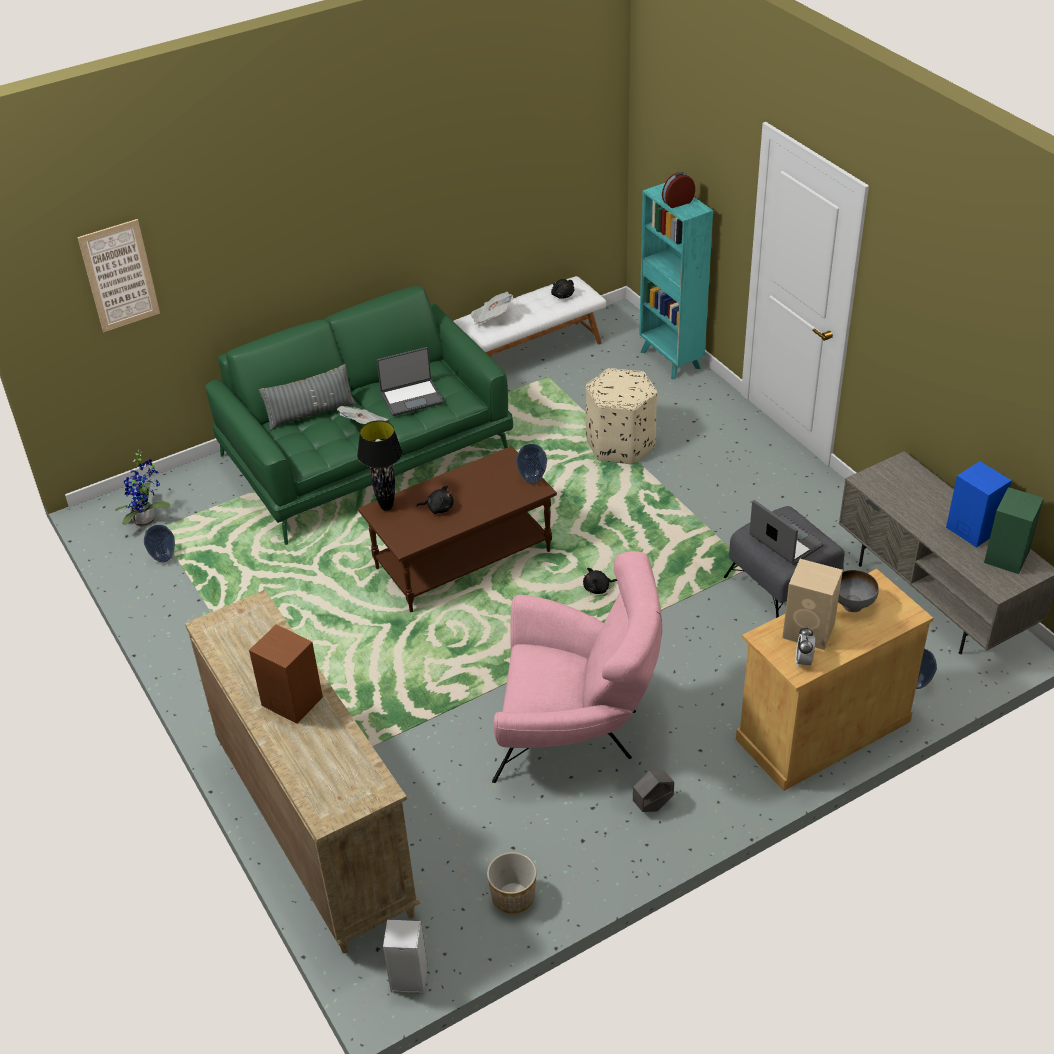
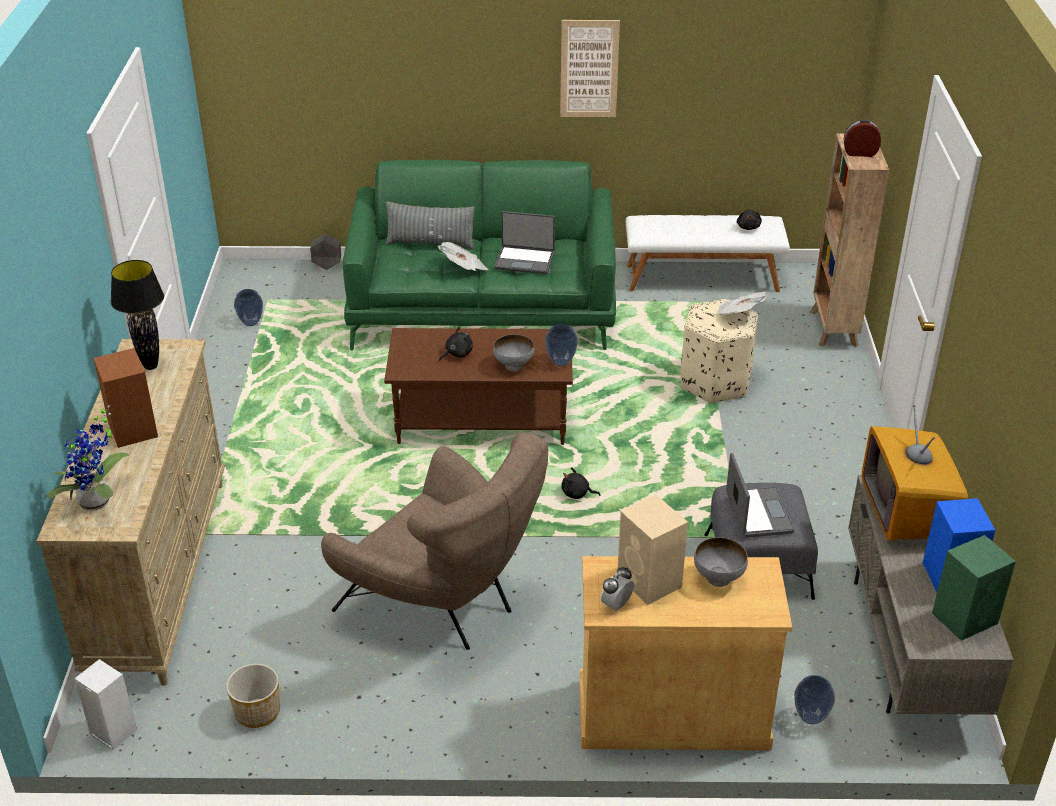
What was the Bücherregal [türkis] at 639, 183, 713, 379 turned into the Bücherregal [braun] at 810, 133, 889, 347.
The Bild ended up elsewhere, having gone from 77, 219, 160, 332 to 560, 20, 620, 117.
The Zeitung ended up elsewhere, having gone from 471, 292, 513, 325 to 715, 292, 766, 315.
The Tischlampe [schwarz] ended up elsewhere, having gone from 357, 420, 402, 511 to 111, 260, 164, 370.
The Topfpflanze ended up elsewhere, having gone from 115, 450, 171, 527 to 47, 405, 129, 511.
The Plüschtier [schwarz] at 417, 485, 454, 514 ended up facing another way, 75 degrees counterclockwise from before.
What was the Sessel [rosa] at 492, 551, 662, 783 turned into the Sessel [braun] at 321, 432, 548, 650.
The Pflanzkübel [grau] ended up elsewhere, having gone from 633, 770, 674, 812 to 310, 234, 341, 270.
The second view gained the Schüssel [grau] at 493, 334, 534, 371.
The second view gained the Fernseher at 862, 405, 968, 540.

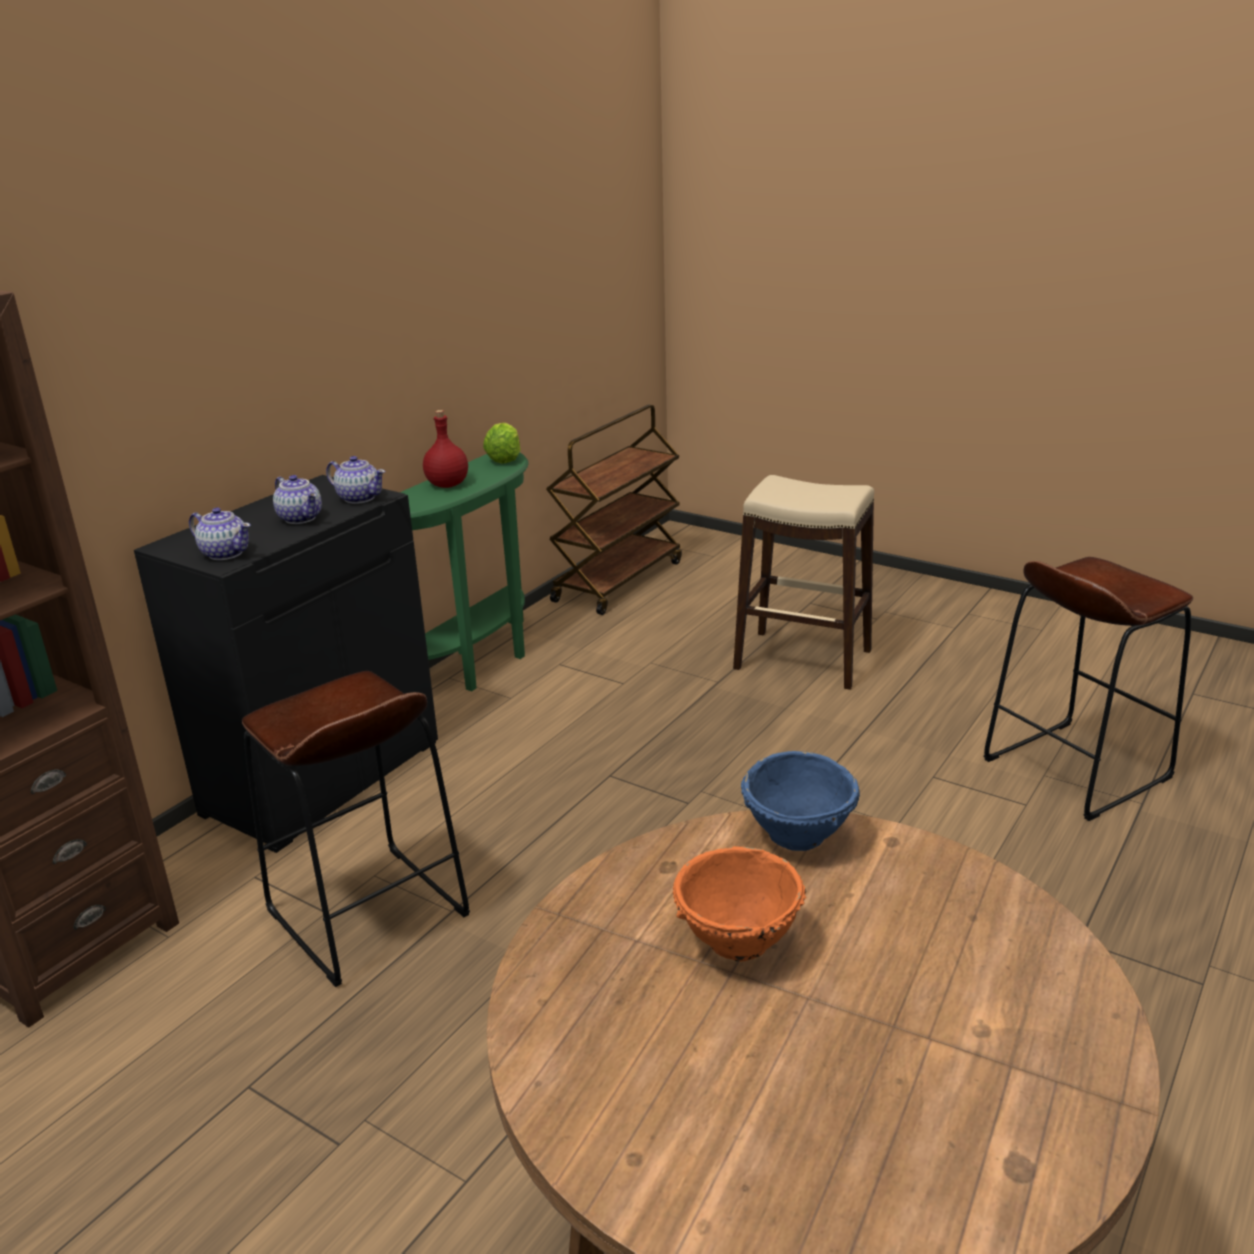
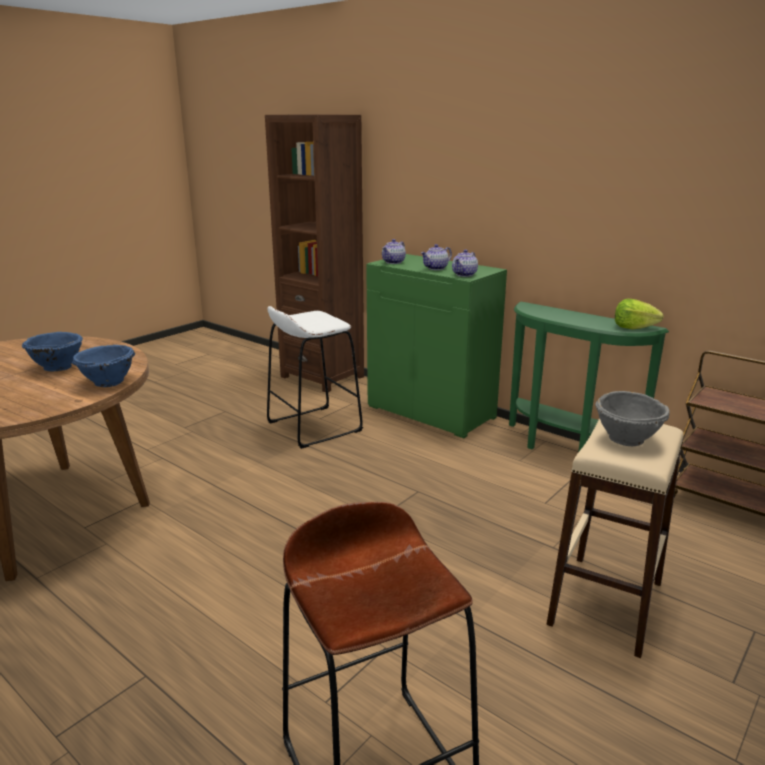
The second view lost the Flasche [rot] at 423, 410, 468, 488.
What was the Schrank [schwarz] at 134, 475, 438, 853 turned into the Schrank [grün] at 366, 254, 507, 438.
What was the Hocker [braun] at 242, 671, 470, 987 turned into the Hocker [weiß] at 267, 306, 363, 449.
What was the Schüssel [orange] at 673, 846, 806, 962 turned into the Schüssel [blau] at 22, 332, 83, 372.
The second view gained the Schüssel [grau] at 595, 391, 670, 446.

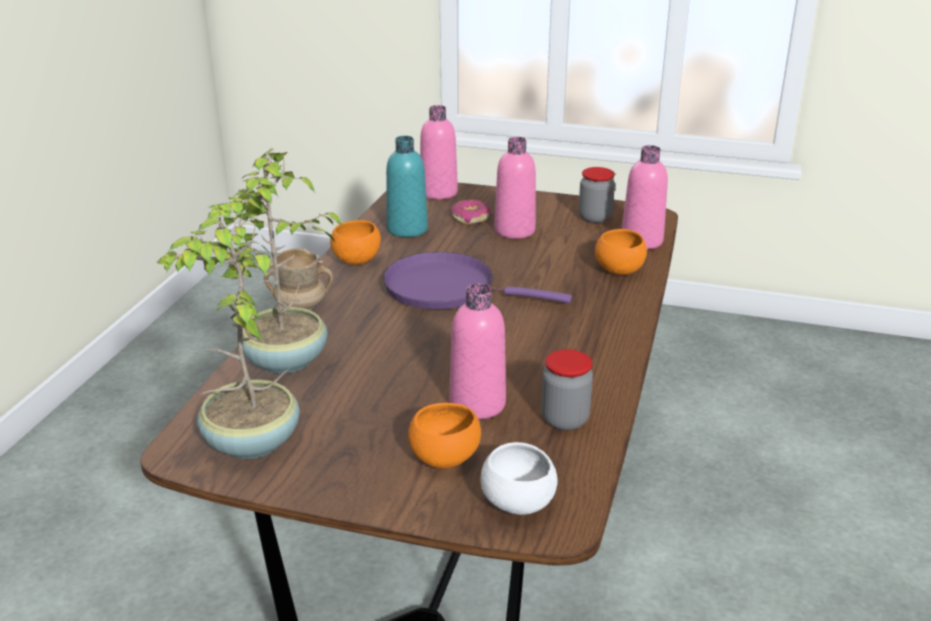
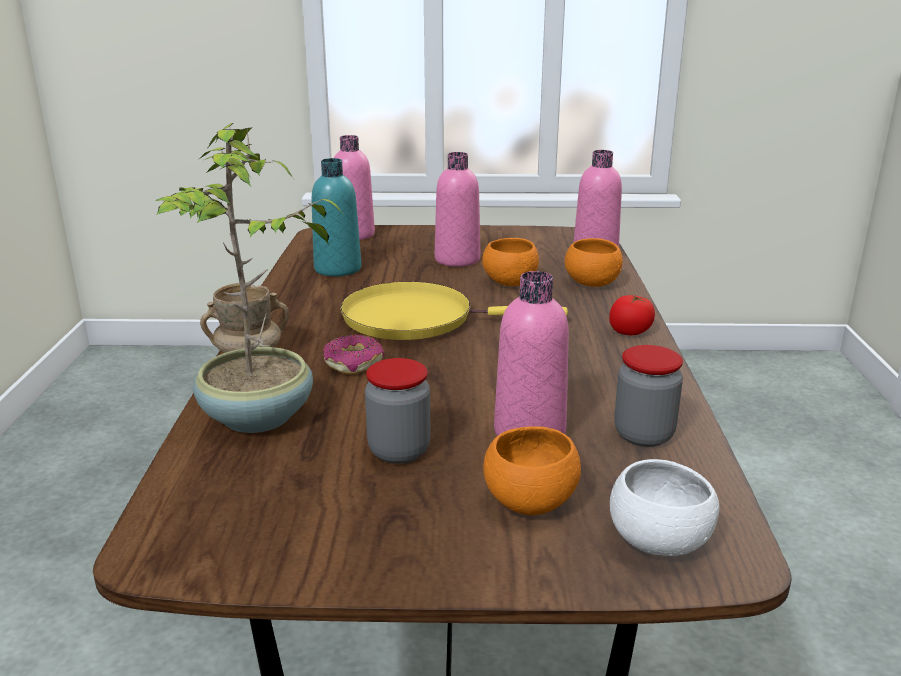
The Vorratsglas ended up elsewhere, having gone from 579, 167, 615, 223 to 365, 358, 431, 464.
The Donut ended up elsewhere, having gone from 452, 199, 491, 225 to 324, 335, 384, 374.
The second view lost the Topfpflanze at 156, 211, 300, 459.
The Schüssel [orange] ended up elsewhere, having gone from 330, 220, 381, 265 to 482, 238, 539, 286.
What was the Pfanne [lila] at 383, 252, 572, 309 turned into the Pfanne [gelb] at 340, 282, 568, 340.
The second view gained the Tomate at 609, 295, 655, 335.

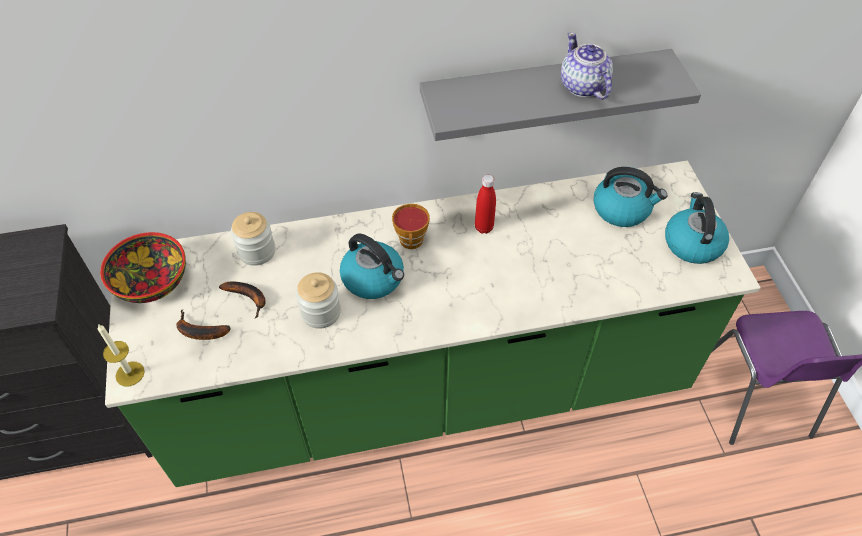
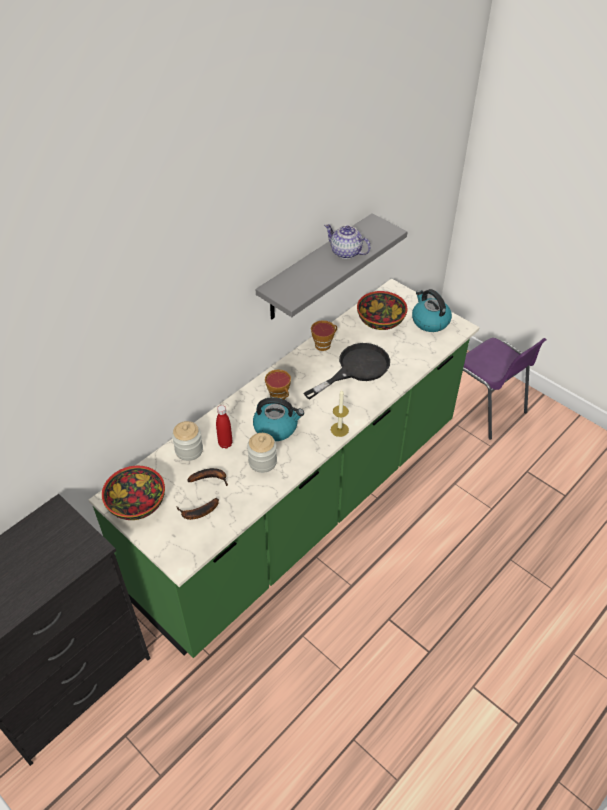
Where the Wasserkessel stood at 594, 167, 667, 227, the Schüssel came to stand at 357, 291, 407, 330.
The Flasche [rot] ended up elsewhere, having gone from 475, 174, 496, 234 to 216, 405, 233, 449.
The Kerze ended up elsewhere, having gone from 98, 324, 145, 386 to 331, 390, 349, 437.
The second view gained the Tasse at 311, 320, 337, 351.
The second view gained the Pfanne [schwarz] at 303, 343, 390, 400.

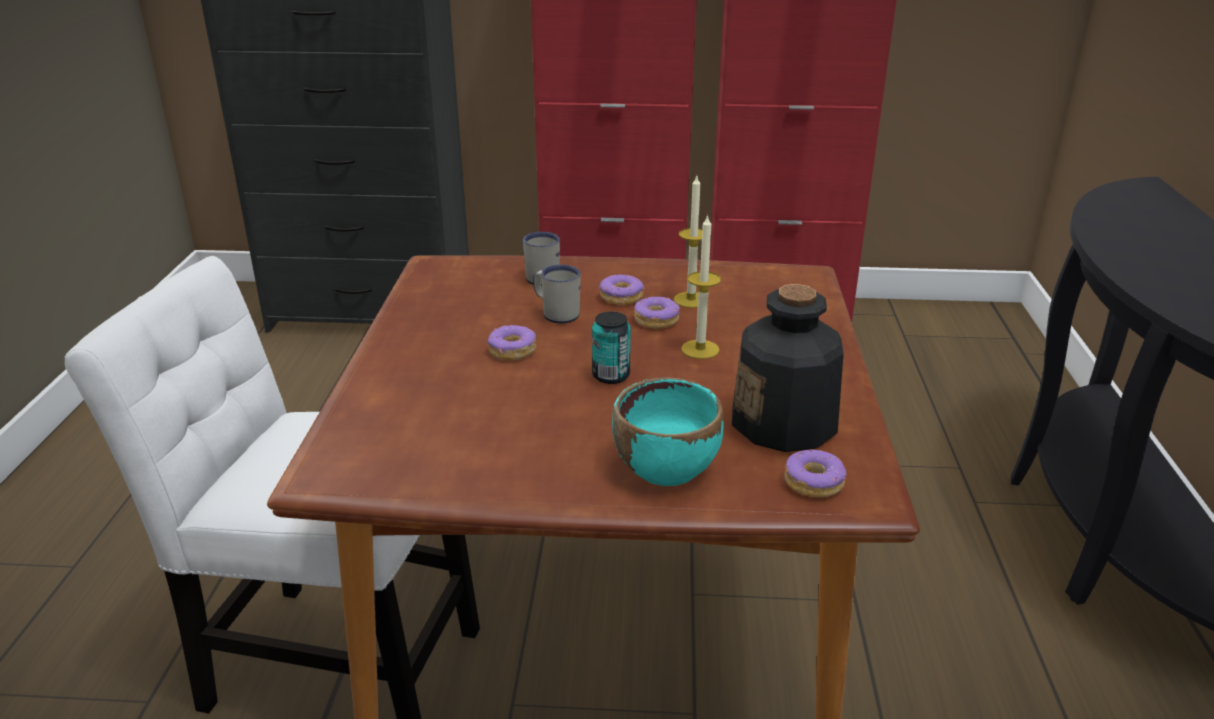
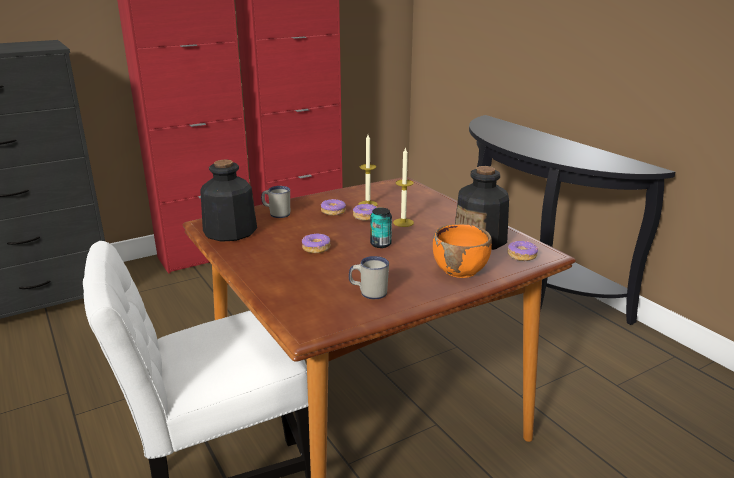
The Henkelbecher [weiß] ended up elsewhere, having gone from 533, 265, 581, 324 to 349, 256, 389, 299.
What was the Schüssel [türkis] at 612, 378, 724, 486 turned into the Schüssel [orange] at 433, 224, 492, 278.
The second view gained the Flasche at 200, 160, 257, 242.

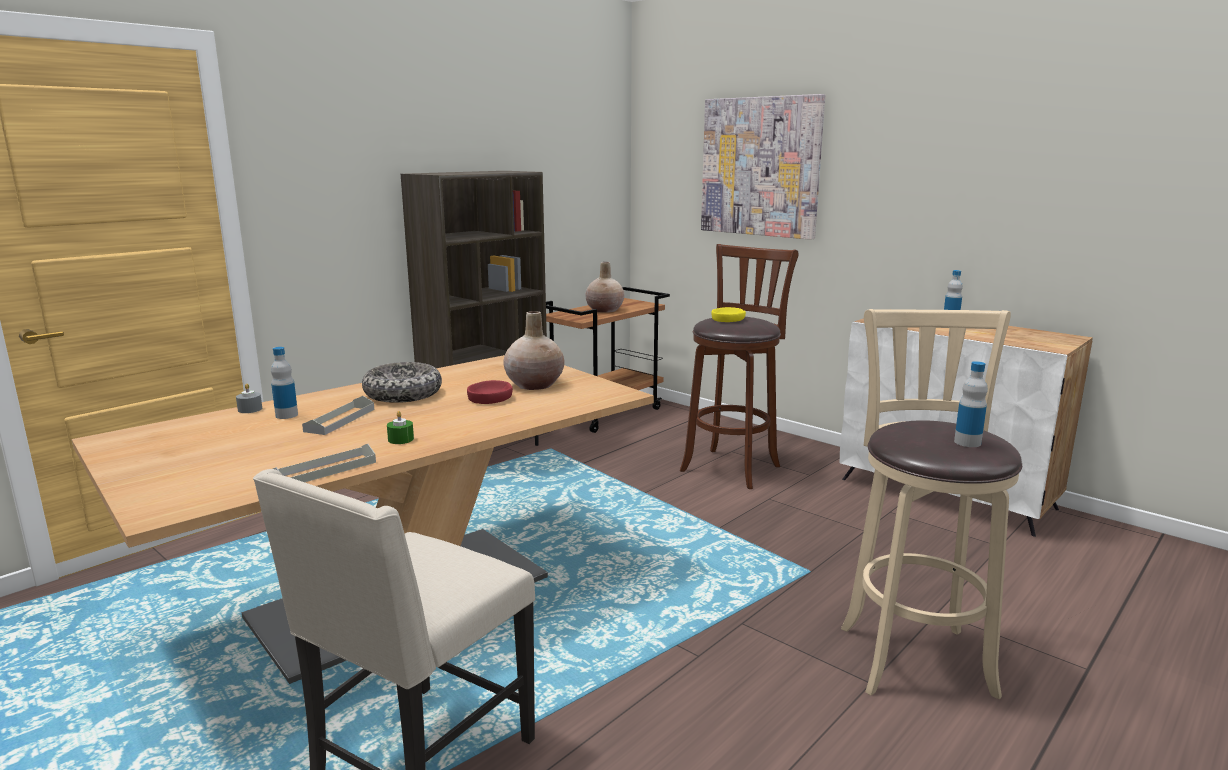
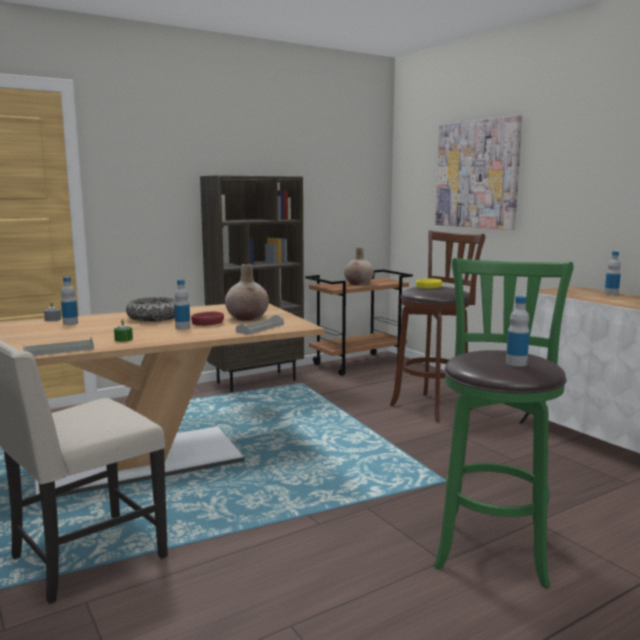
What was the Hocker [beige] at 841, 309, 1022, 699 turned into the Hocker [grün] at 434, 258, 574, 589.
The Tablett [grau] ended up elsewhere, having gone from 302, 396, 374, 435 to 236, 315, 284, 335.
The second view gained the Flasche at 174, 279, 190, 330.

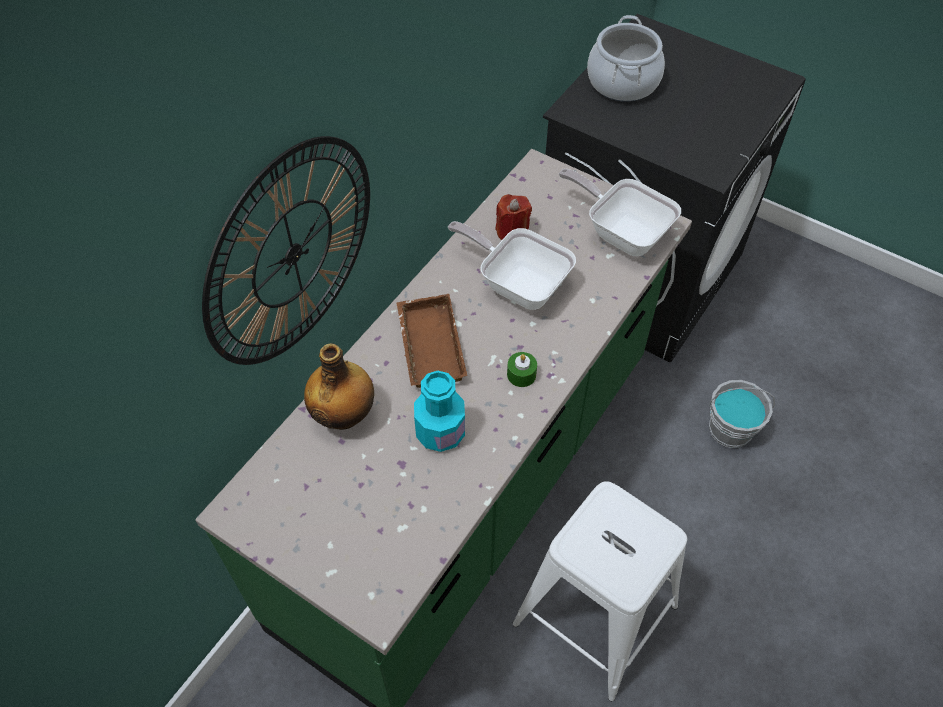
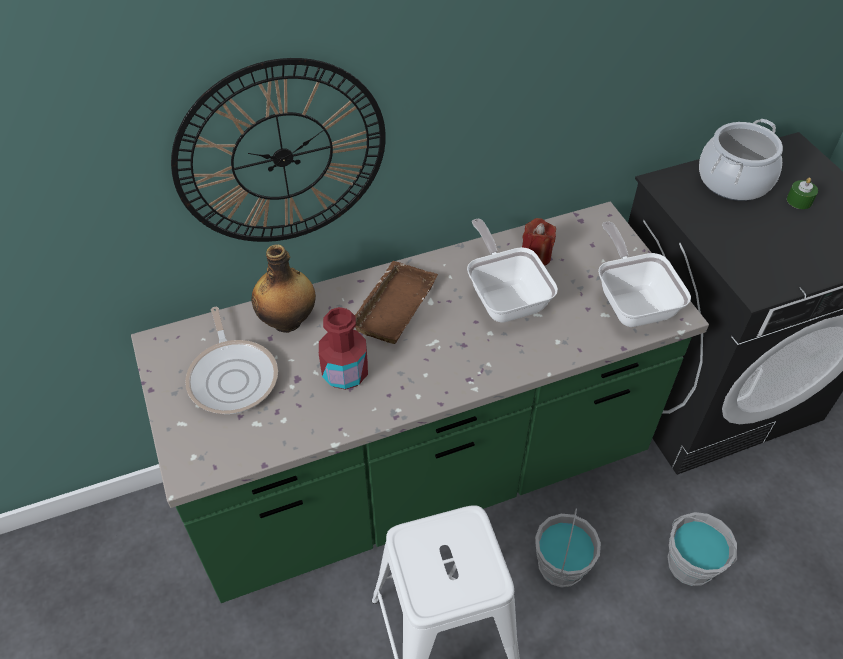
The Kerze [grün] ended up elsewhere, having gone from 507, 352, 537, 387 to 787, 178, 818, 209.
What was the Flasche [türkis] at 414, 371, 465, 452 turned into the Flasche [rot] at 319, 307, 368, 390.
The second view gained the Pfanne at 185, 307, 278, 414.
The second view gained the Eimer [grau] at 535, 508, 601, 587.

